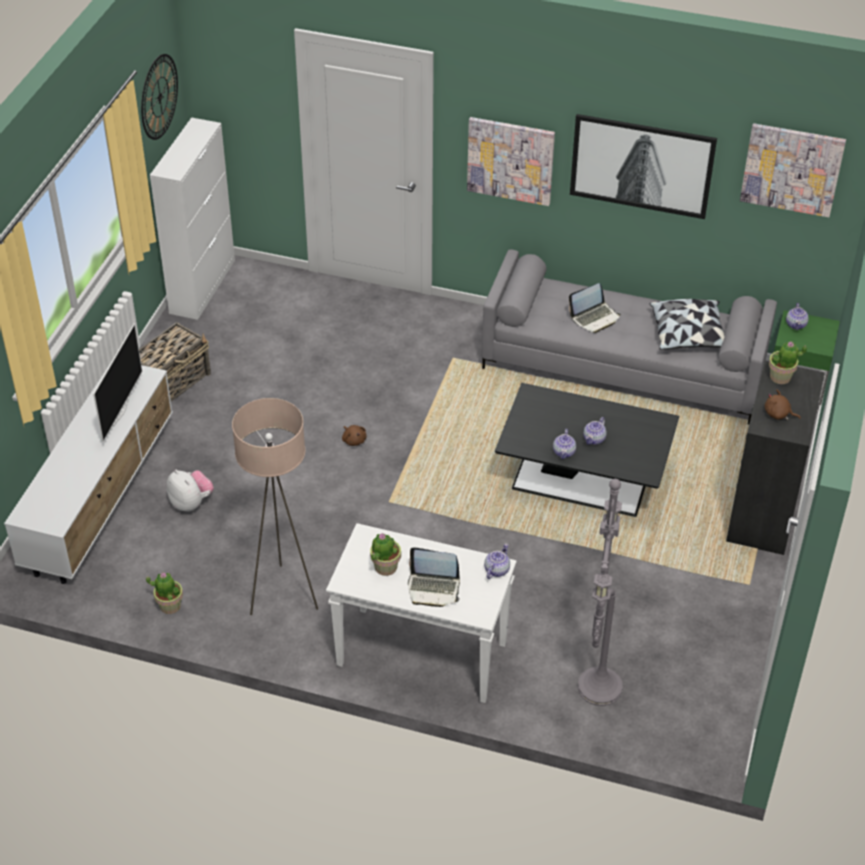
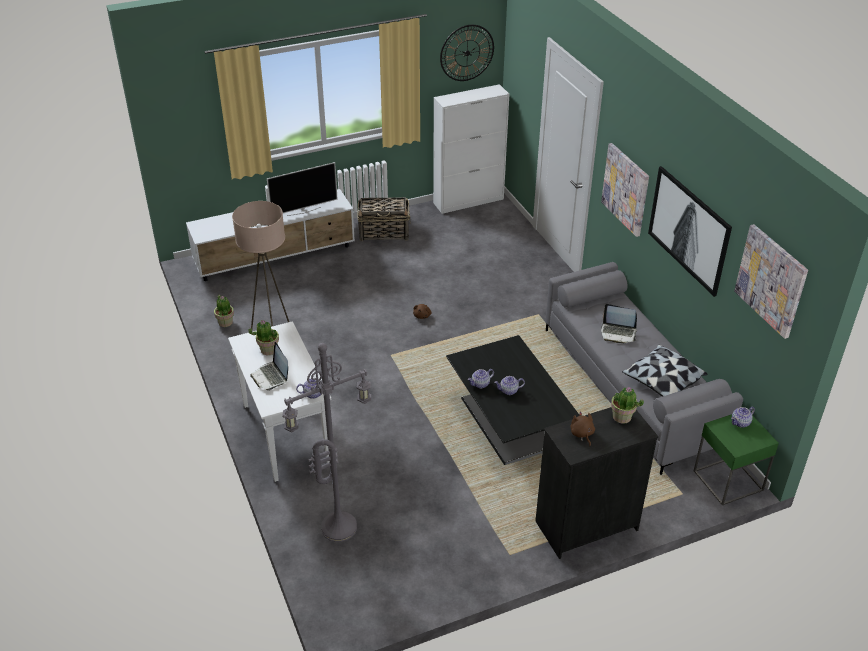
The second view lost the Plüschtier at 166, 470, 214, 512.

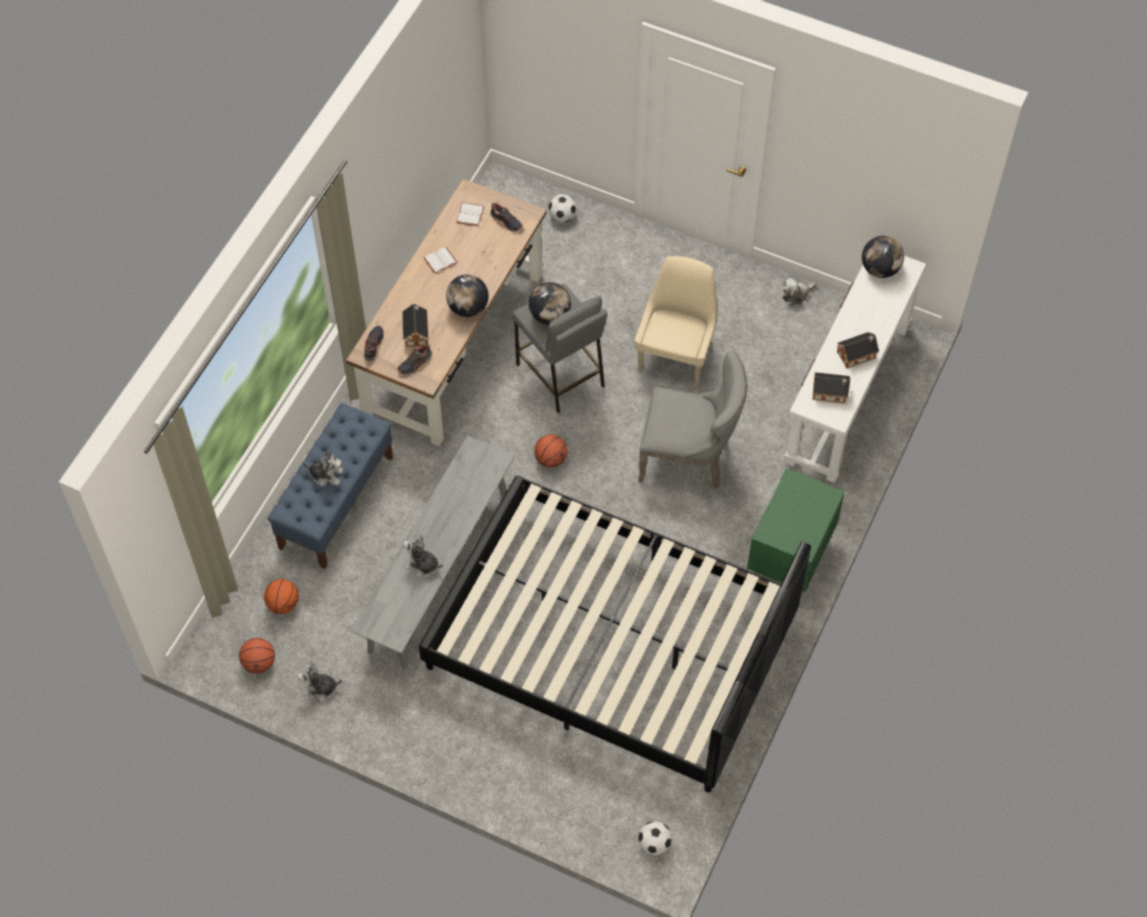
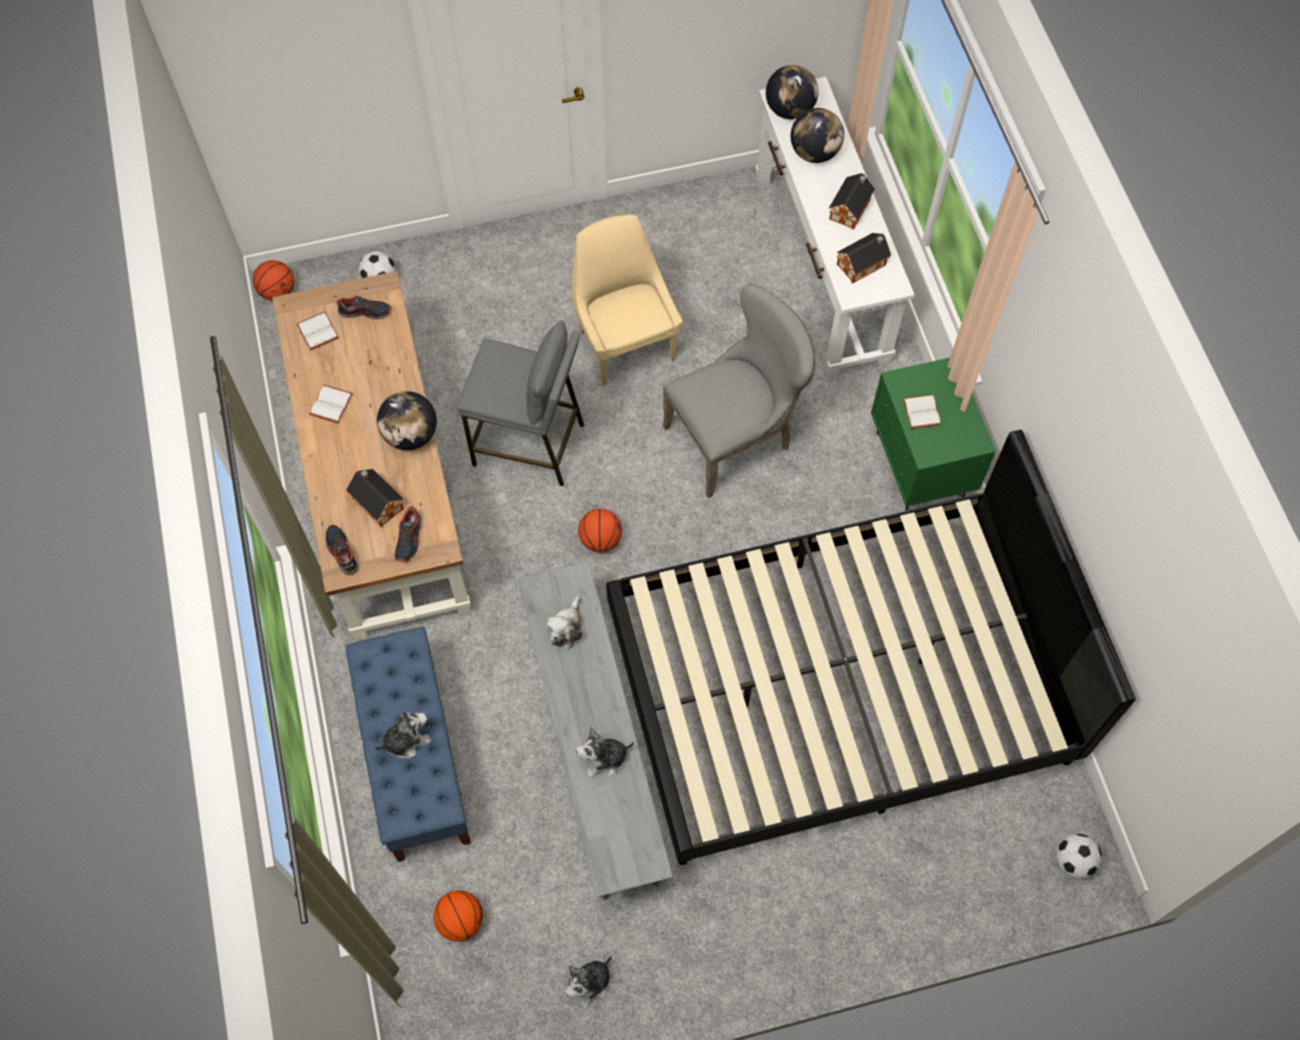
The Plüschtier ended up elsewhere, having gone from 782, 278, 817, 306 to 546, 596, 582, 649.
The Globus ended up elsewhere, having gone from 529, 282, 571, 325 to 791, 108, 844, 163.
The Basketball ended up elsewhere, having gone from 239, 638, 275, 674 to 253, 260, 294, 301.
The second view gained the Buch [weiß] at 903, 394, 941, 429.

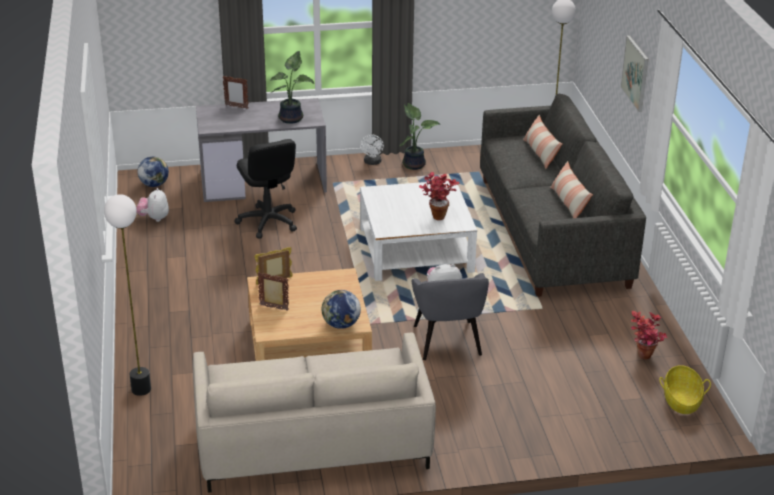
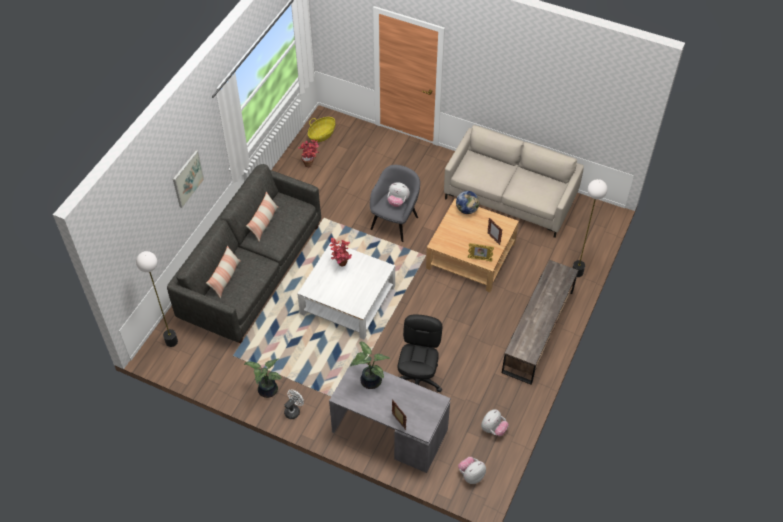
Where the Globus stood at 137, 157, 169, 187, the Plüschtier came to stand at 458, 457, 486, 484.
The second view gained the Fernsehschrank [braun] at 502, 260, 578, 385.

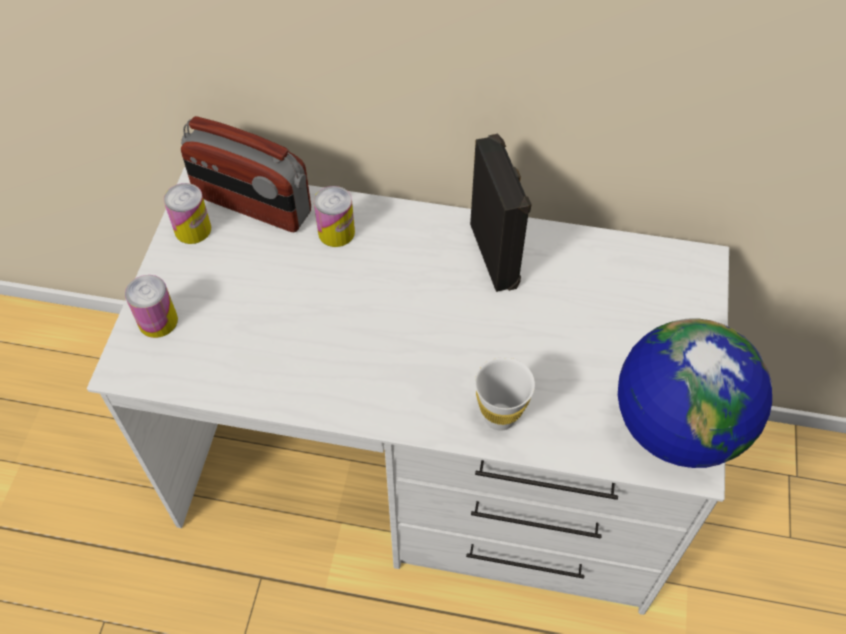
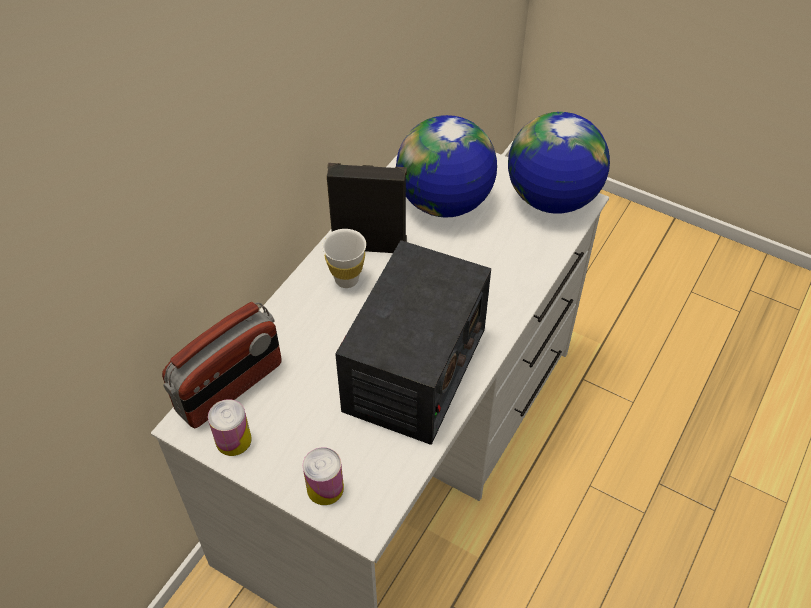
The second view lost the Dose at 314, 186, 355, 247.
The Tasse [weiß] ended up elsewhere, having gone from 475, 357, 535, 431 to 322, 229, 366, 288.
The second view gained the Globus at 396, 115, 497, 218.
The second view gained the Radio at 335, 240, 491, 445.

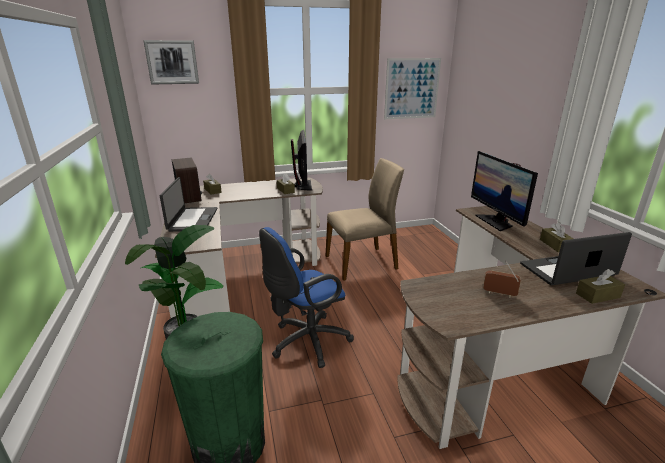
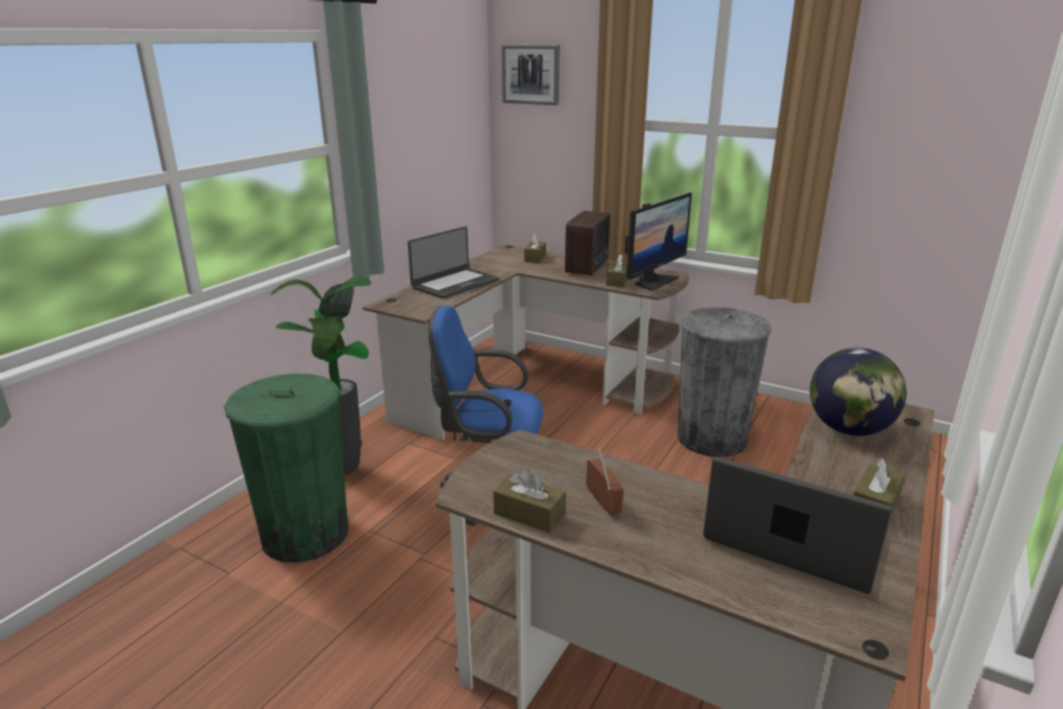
The second view lost the Bild at 384, 58, 441, 119.
Where the Monitor stood at 471, 151, 538, 231, the Globus came to stand at 810, 348, 906, 436.
The Radio ended up elsewhere, having gone from 172, 158, 202, 203 to 565, 211, 610, 275.
Where the Stuhl [beige] stood at 326, 158, 404, 281, the Mülleimer [grau] came to stand at 677, 307, 771, 457.
The Taschentuchbox [braun] ended up elsewhere, having gone from 576, 269, 625, 304 to 493, 469, 566, 533.

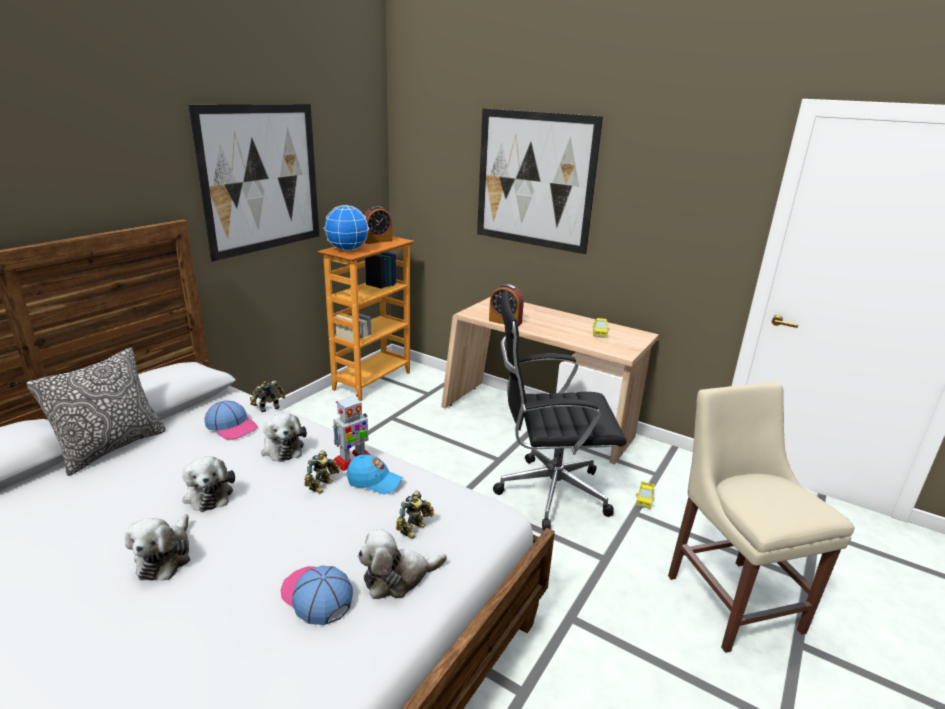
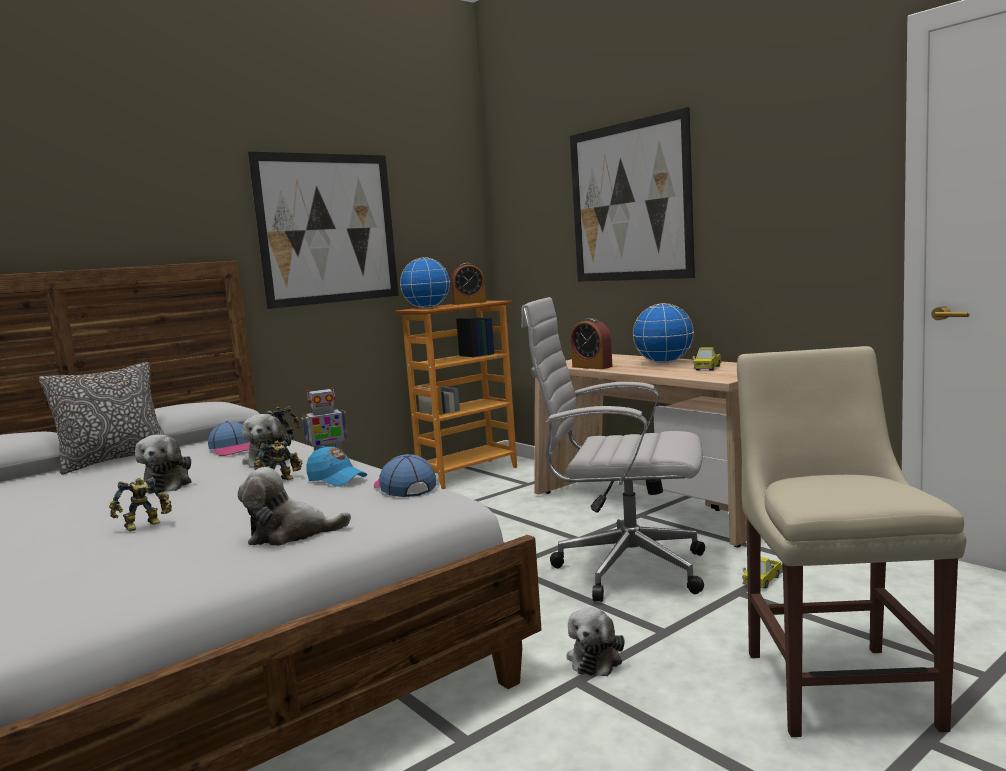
What was the Bürostuhl [schwarz] at 493, 290, 627, 531 turned into the Bürostuhl [weiß] at 521, 297, 705, 602.
The Spielzeugroboter ended up elsewhere, having gone from 396, 490, 434, 539 to 109, 477, 172, 532.
The Plüschtier ended up elsewhere, having gone from 125, 514, 190, 581 to 567, 607, 624, 676.
The Kappe ended up elsewhere, having gone from 280, 566, 353, 625 to 374, 454, 436, 497.
The second view gained the Globus at 633, 303, 694, 363.

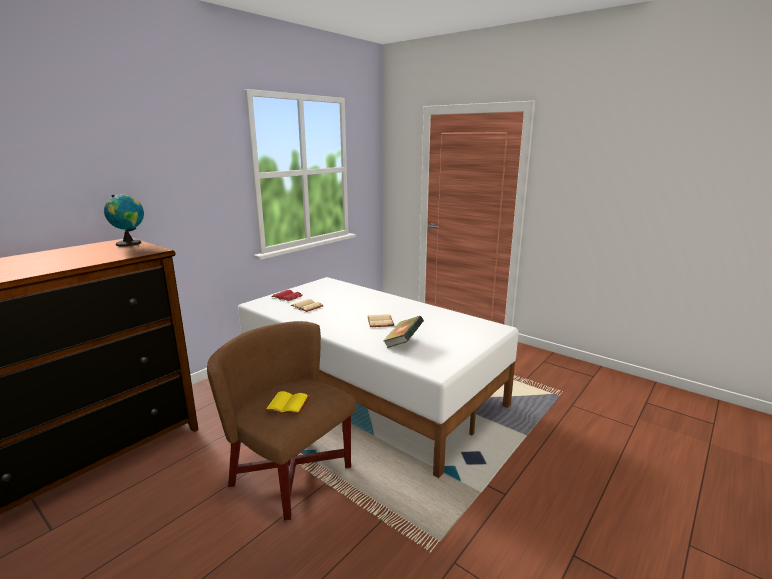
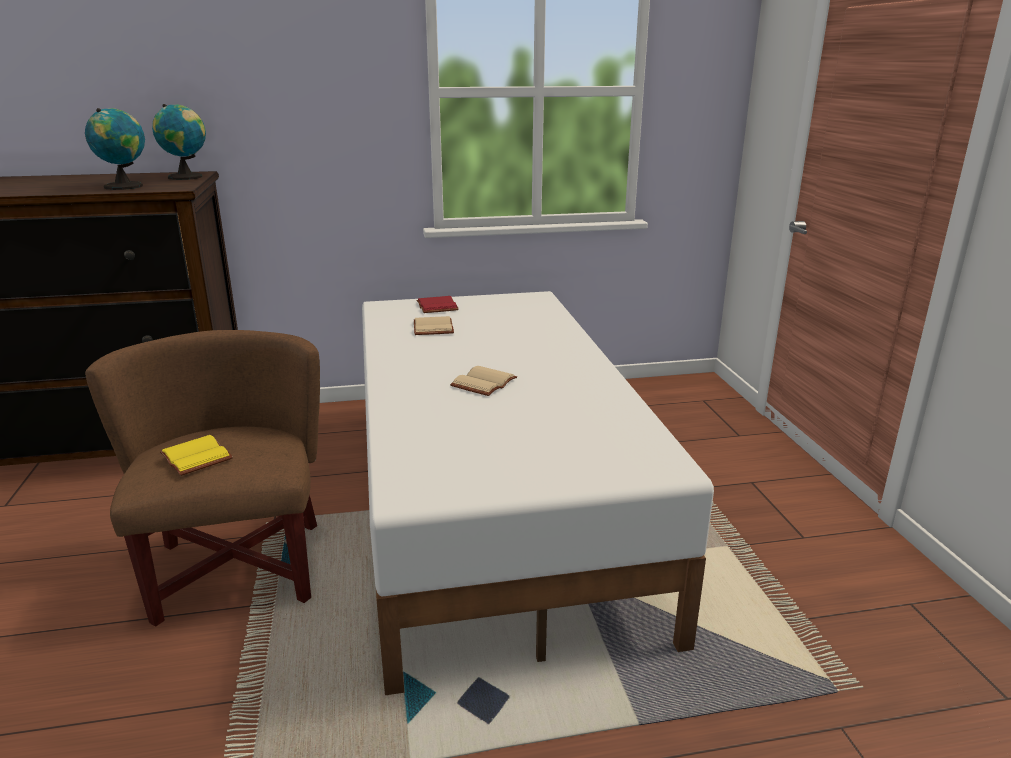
The second view lost the Buch at 383, 316, 424, 348.
The second view gained the Globus at 85, 108, 145, 190.

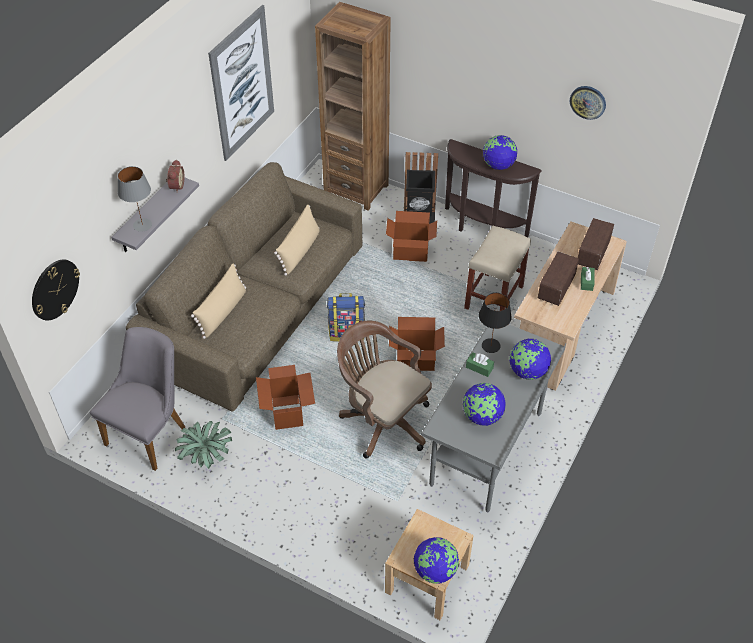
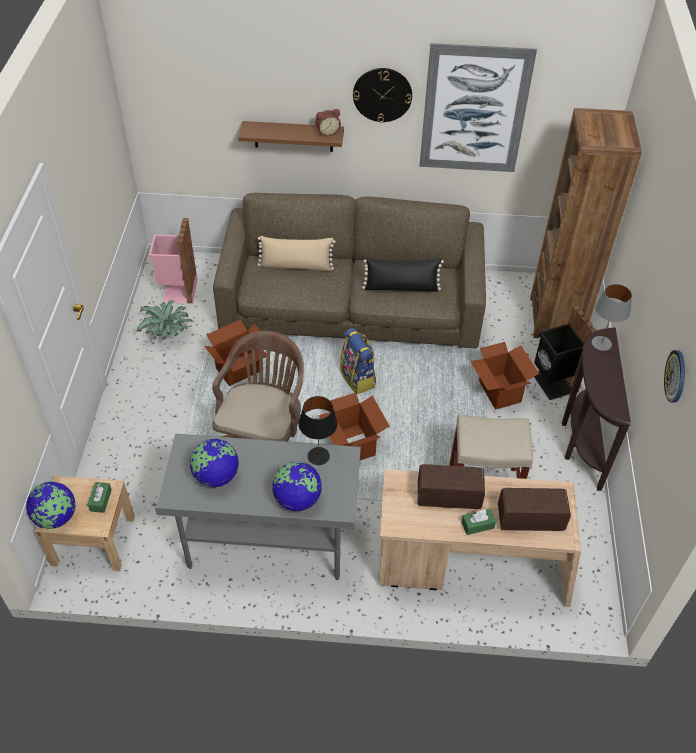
The second view lost the Globus at 483, 135, 517, 170.
The Tischlampe [grau] ended up elsewhere, having gone from 118, 166, 152, 232 to 592, 284, 632, 351.
What was the Wandregal [grau] at 111, 178, 199, 252 turned into the Wandregal [braun] at 238, 121, 344, 152.
What was the Kissen [beige] at 274, 204, 320, 276 turned into the Kissen [schwarz] at 362, 258, 444, 292.
The Wanduhr ended up elsewhere, having gone from 32, 259, 80, 320 to 353, 68, 412, 123.
Where the Stuhl [grau] stood at 90, 327, 185, 471, the Mülleimer [rosa] came to stand at 149, 218, 198, 304.
The Taschentuchbox [grün] ended up elsewhere, having gone from 466, 352, 494, 377 to 88, 482, 112, 513.

